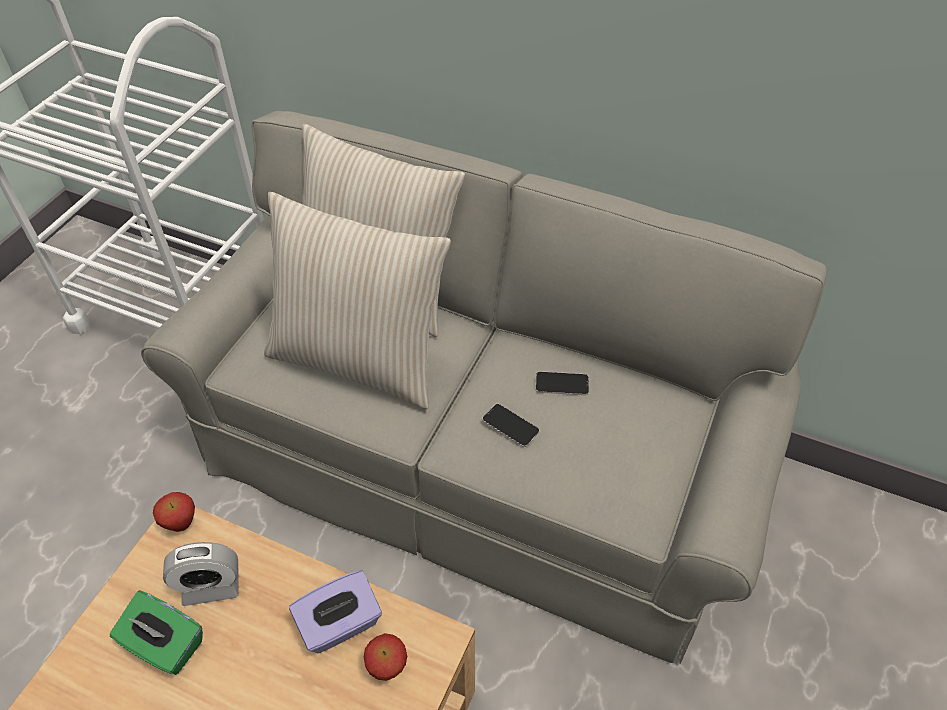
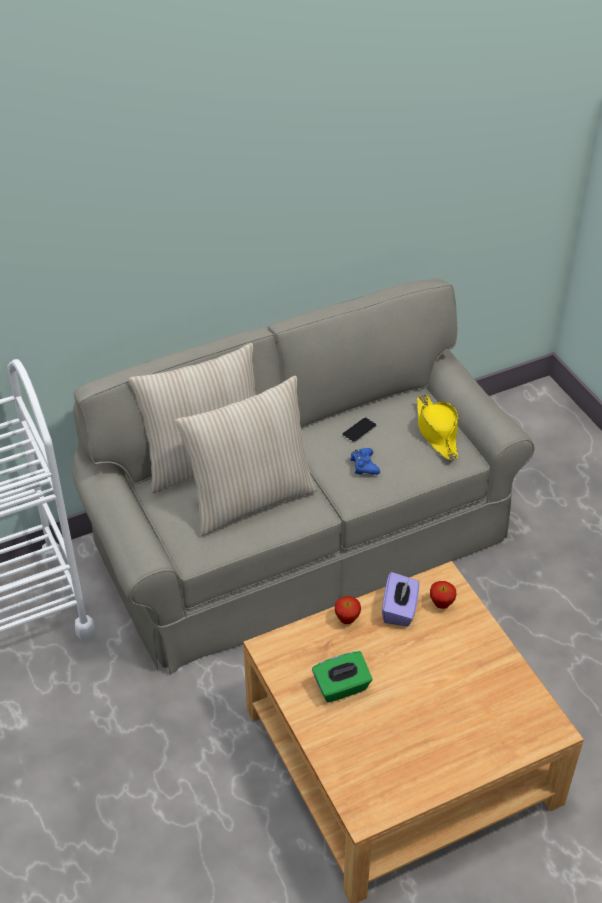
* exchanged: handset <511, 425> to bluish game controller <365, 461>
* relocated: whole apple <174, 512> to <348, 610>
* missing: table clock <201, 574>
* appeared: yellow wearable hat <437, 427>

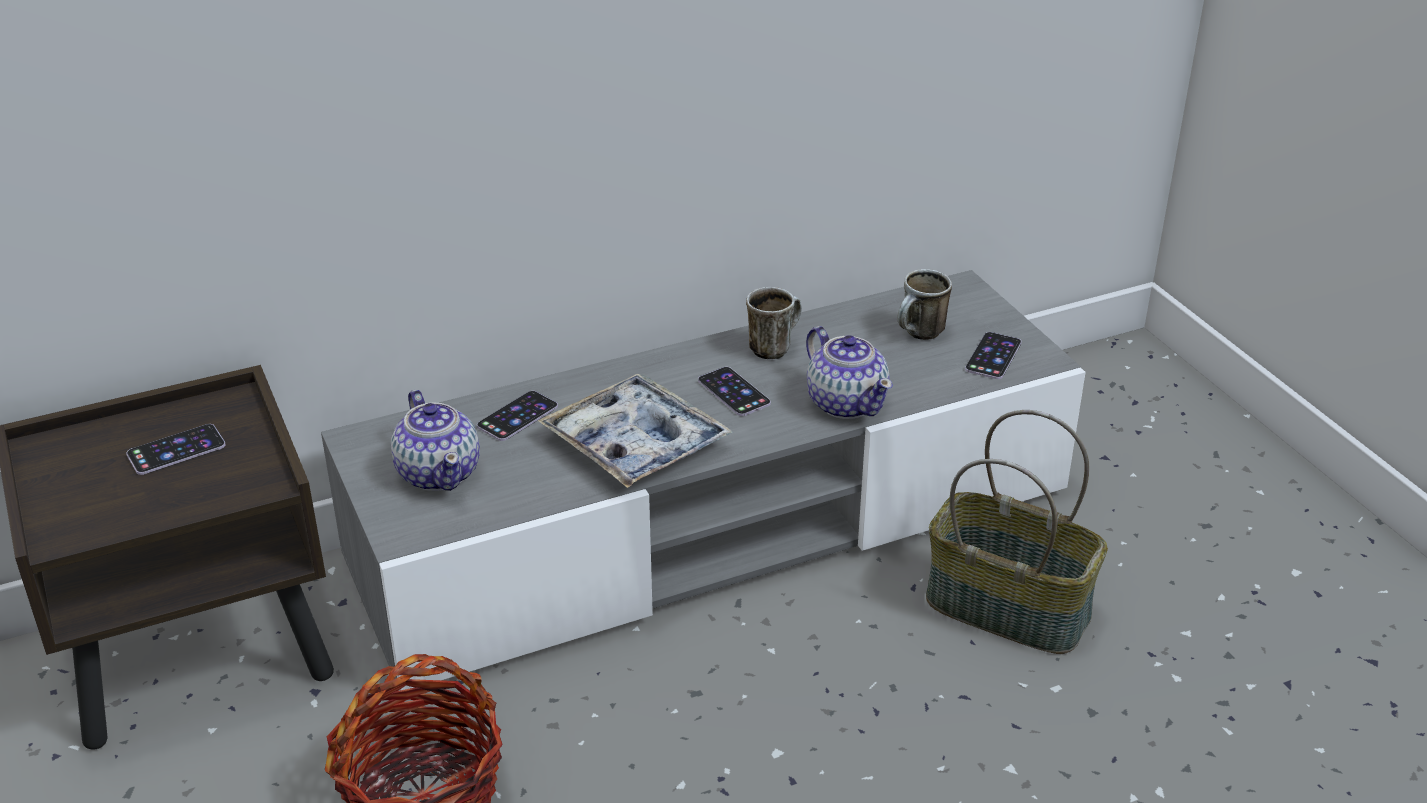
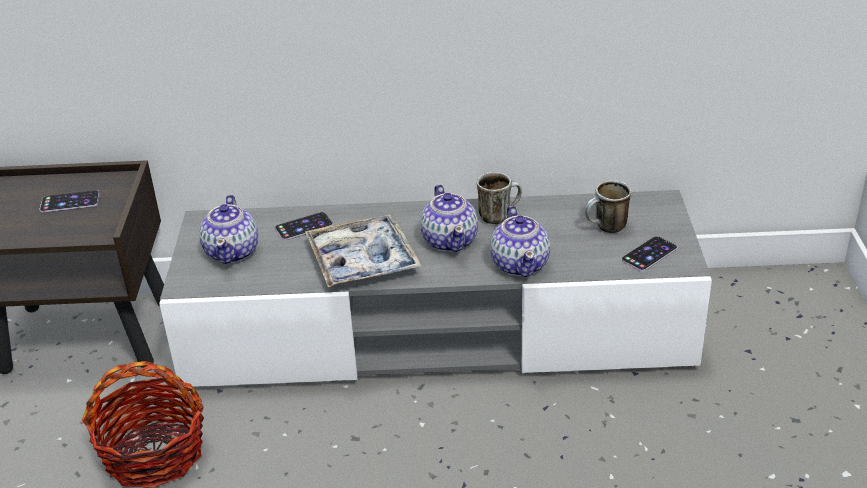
* exchanged: handset <734, 391> to tea pot <449, 218>
* missing: household basket <1017, 532>

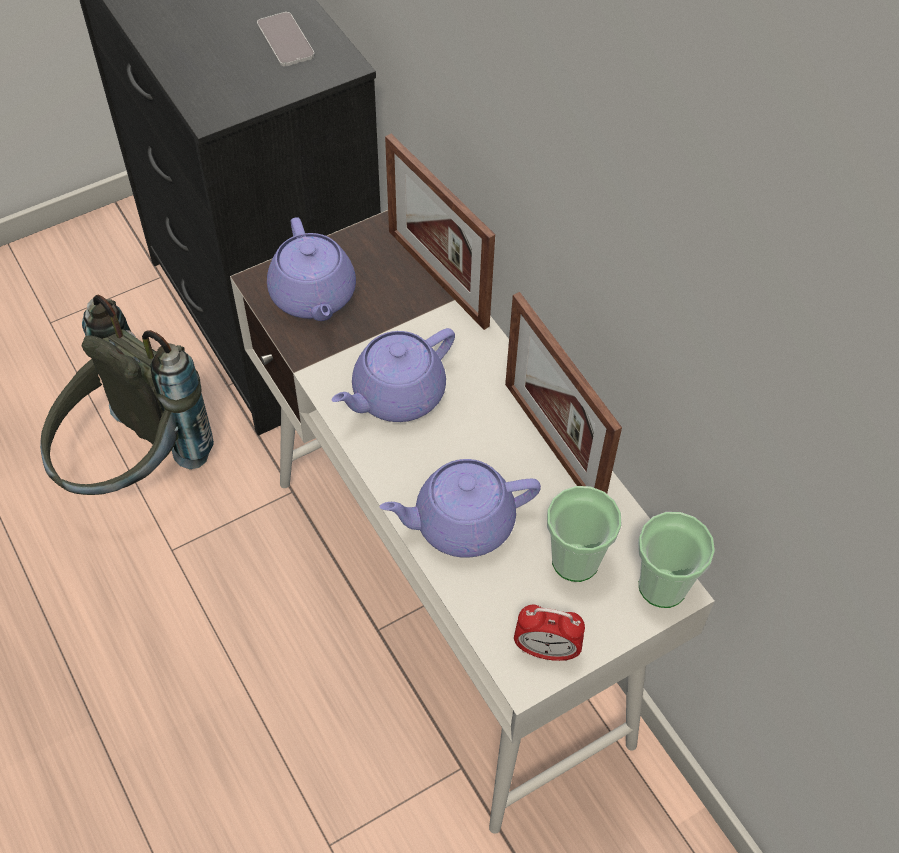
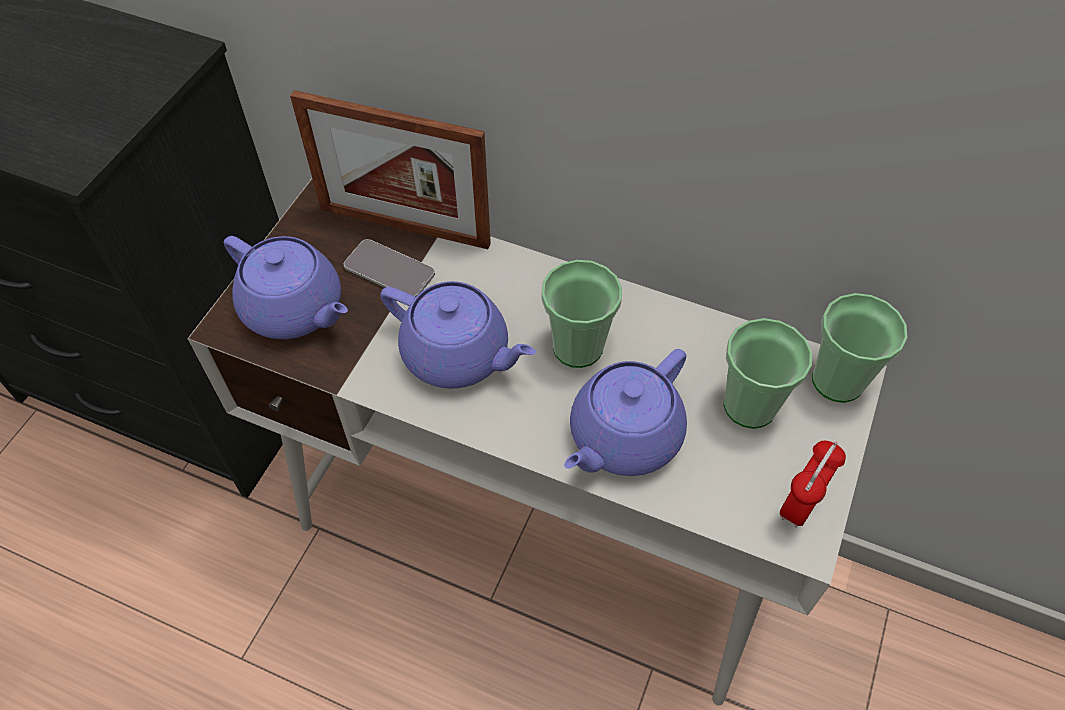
* relocated: handset <286, 39> to <389, 268>
* missing: picture frame <563, 393>
* missing: greyish knapsack <127, 395>
* spun: purple tea pot <393, 375> = <458, 335> 75 degrees counterclockwise
* spun: table clock <549, 632> = <813, 484> 150 degrees clockwise
* appeared: drinking cup <581, 314>

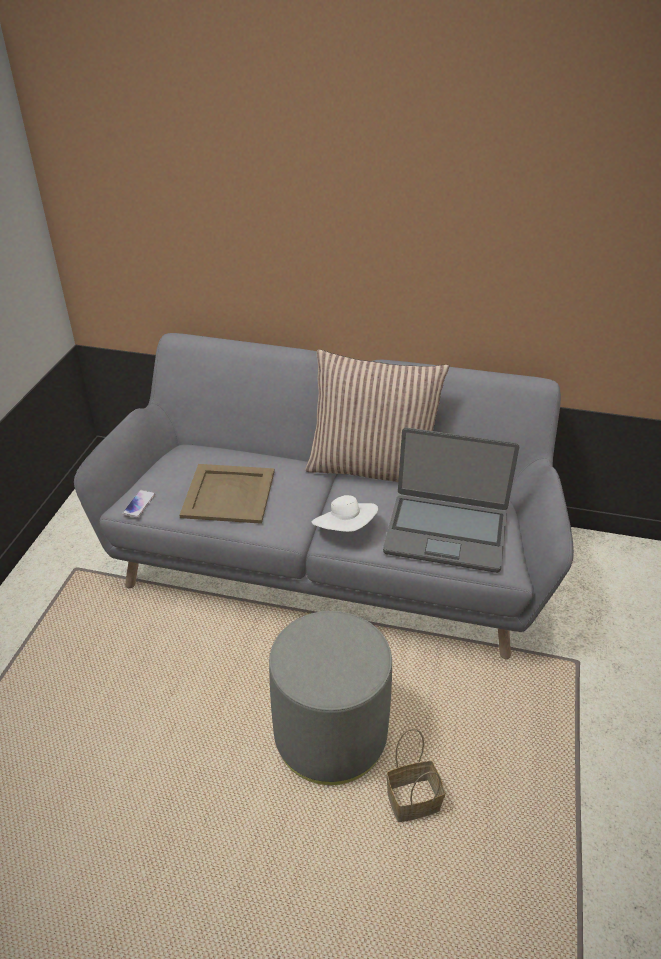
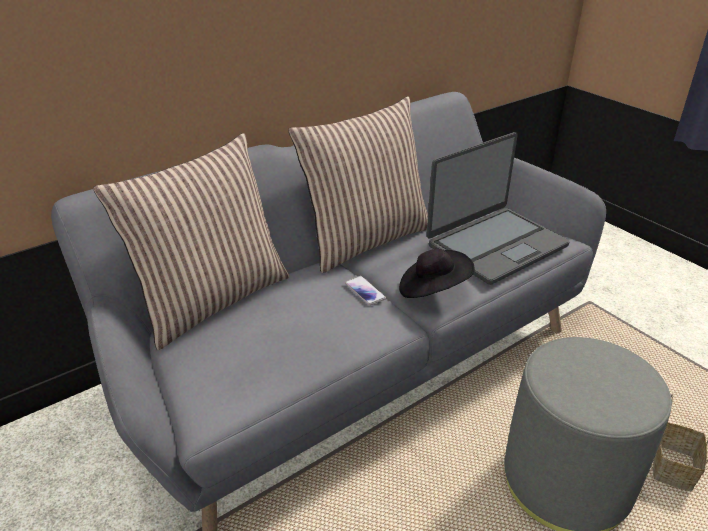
* missing: sand-coloured serving tray <227, 494>
* relocated: handset <138, 504> to <365, 290>
* colour: white wearable hat <345, 513> to black wearable hat <436, 273>
* appeared: cushion <191, 241>

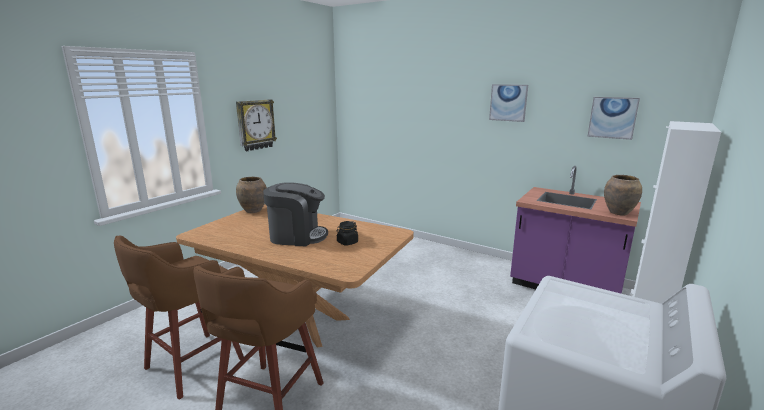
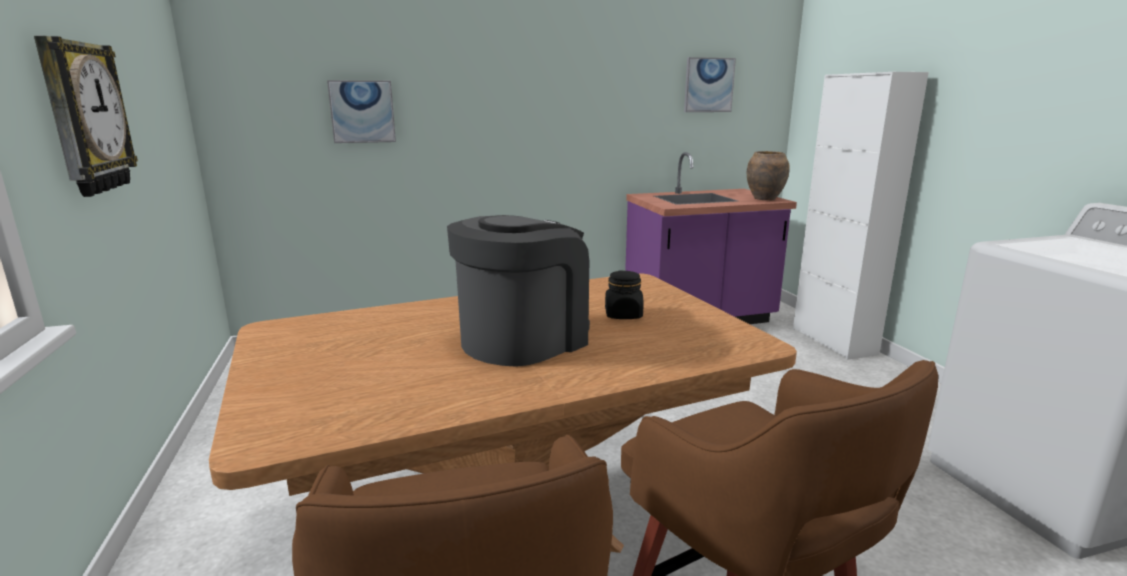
* relocated: picture <508, 103> to <361, 111>
* missing: brown-coloured flower vase <251, 195>

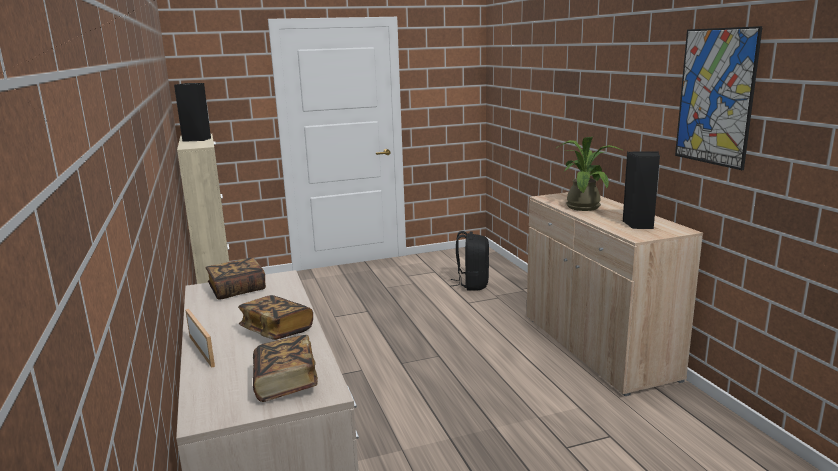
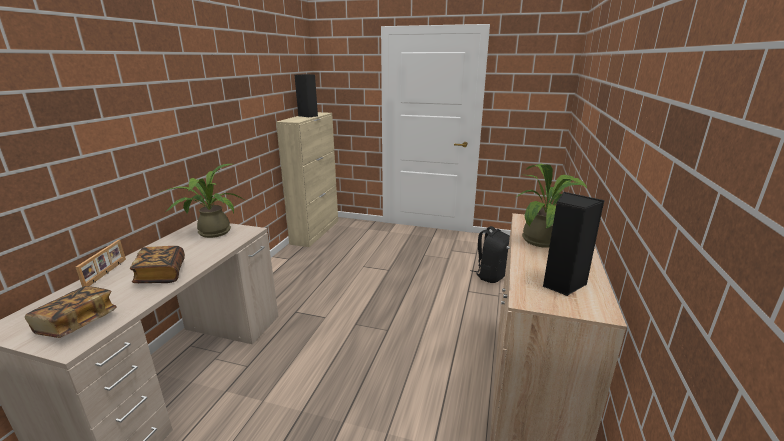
* missing: picture <719, 98>
* exchanged: volume <236, 279> to potted plant <202, 201>

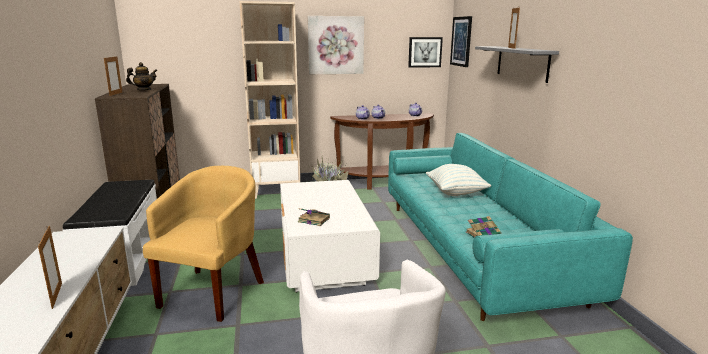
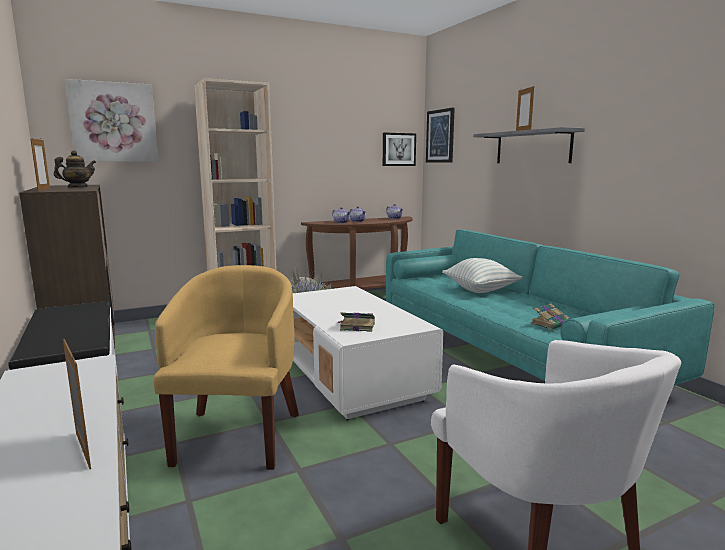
* relocated: picture <336, 45> to <112, 120>

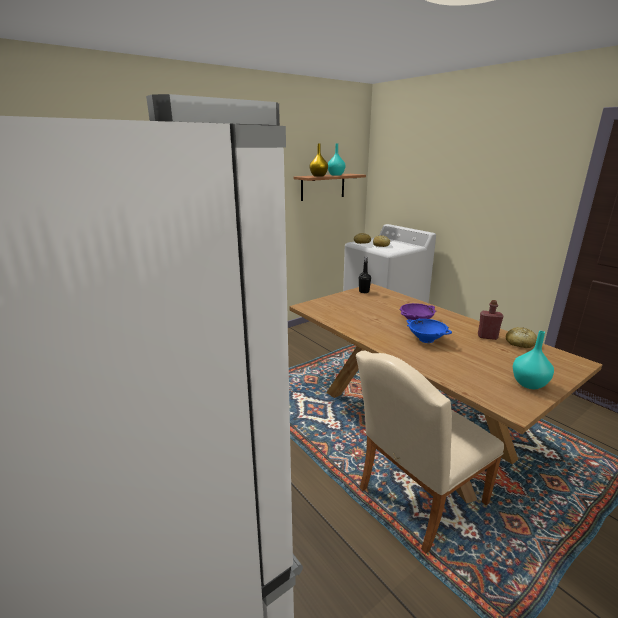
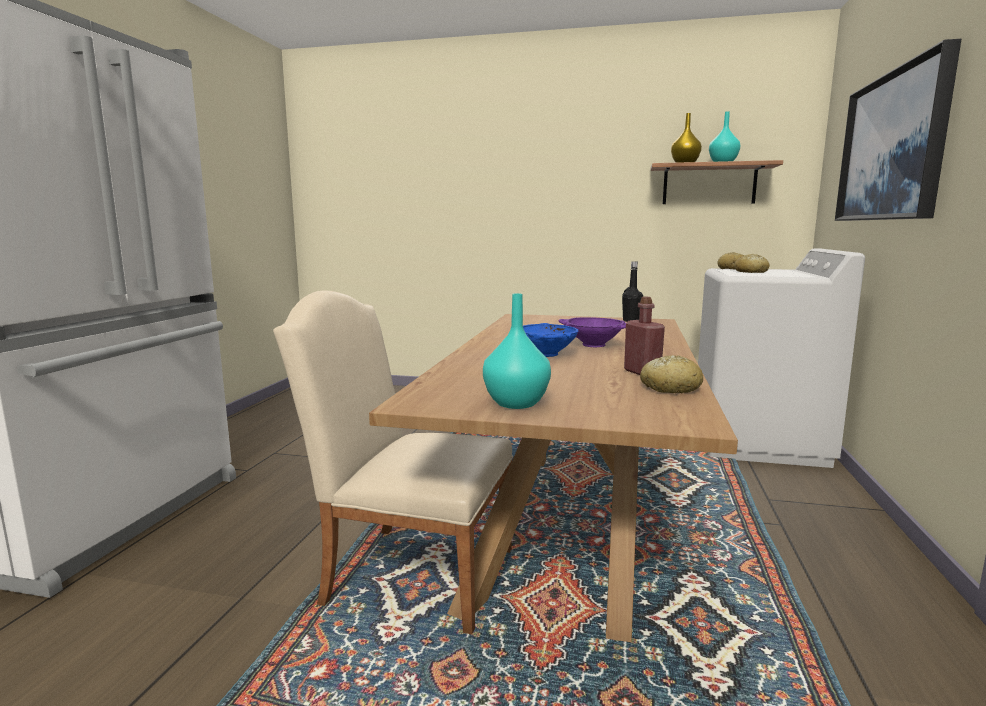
* appeared: picture <898, 130>

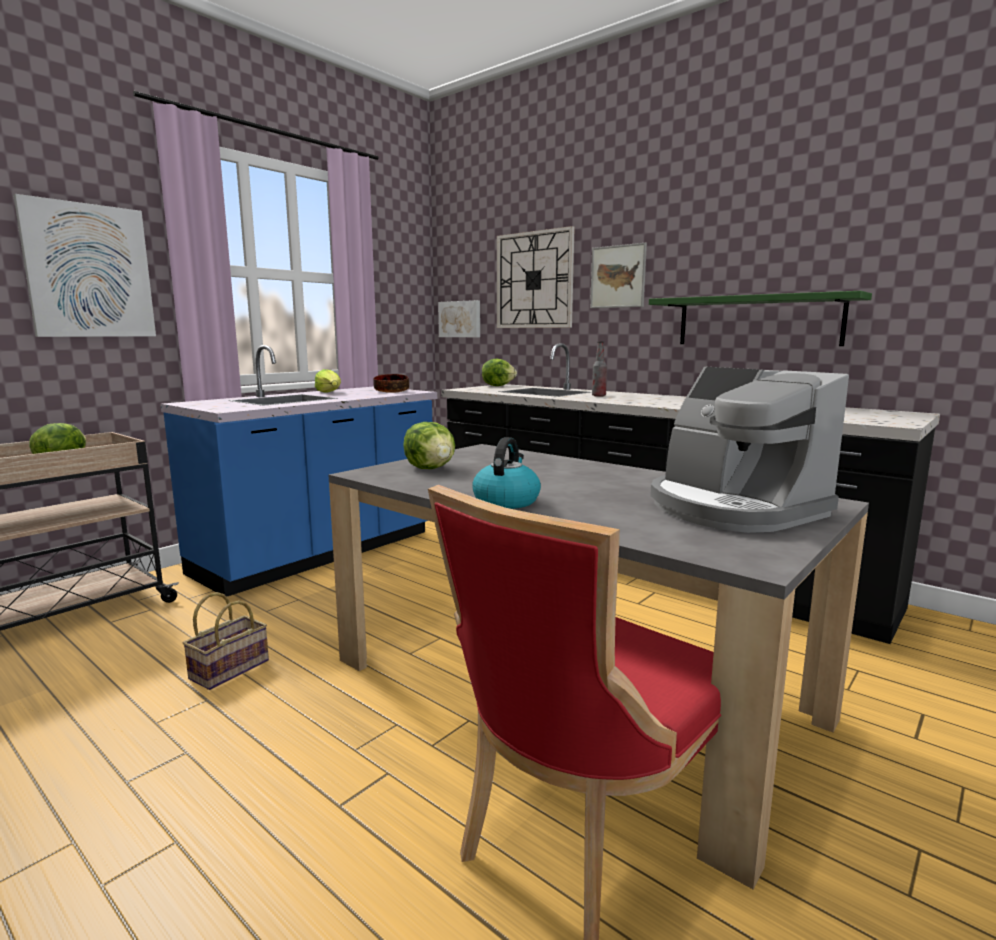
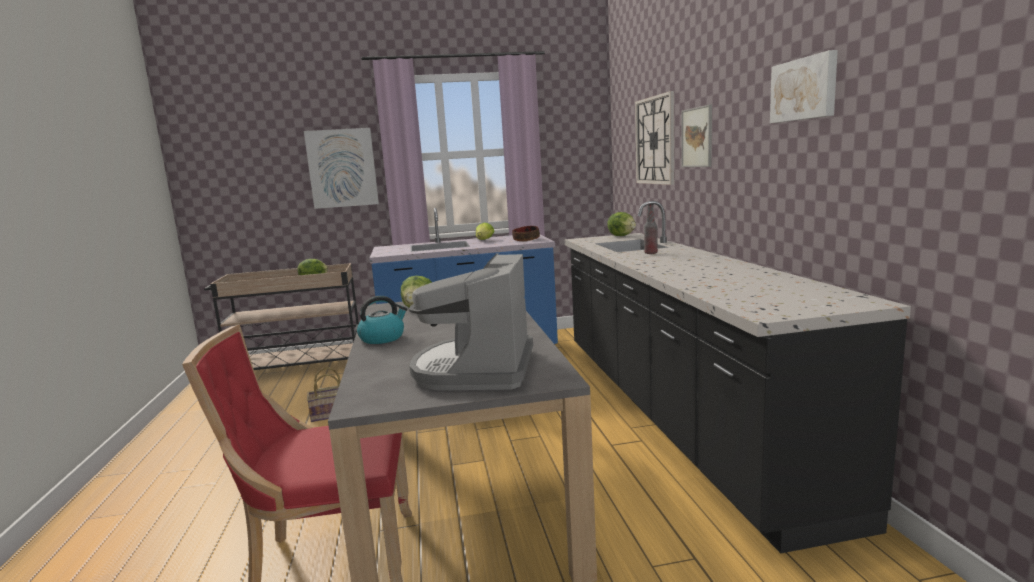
* missing: green-coloured wall shelf <760, 318>
* relocated: picture <459, 318> to <804, 86>

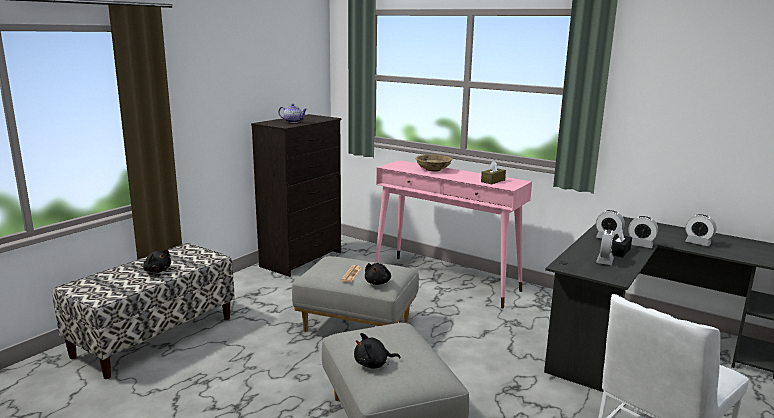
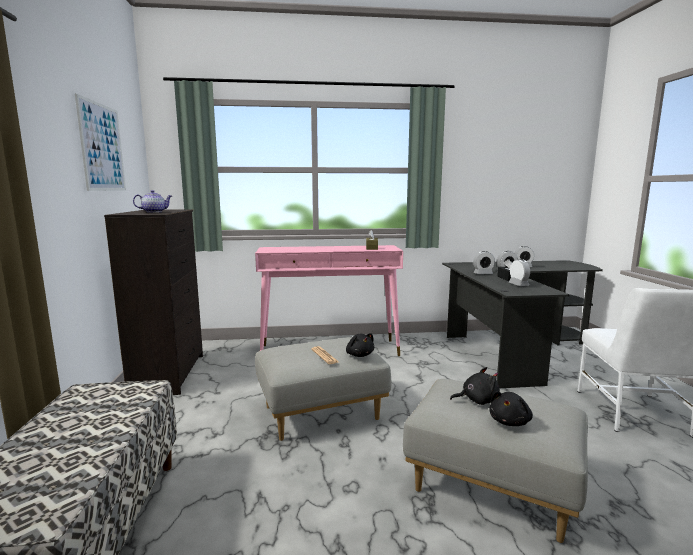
* missing: sand-coloured serving bowl <433, 163>
* relocated: black cuddly toy <157, 261> to <475, 386>
* appeared: picture <100, 142>

